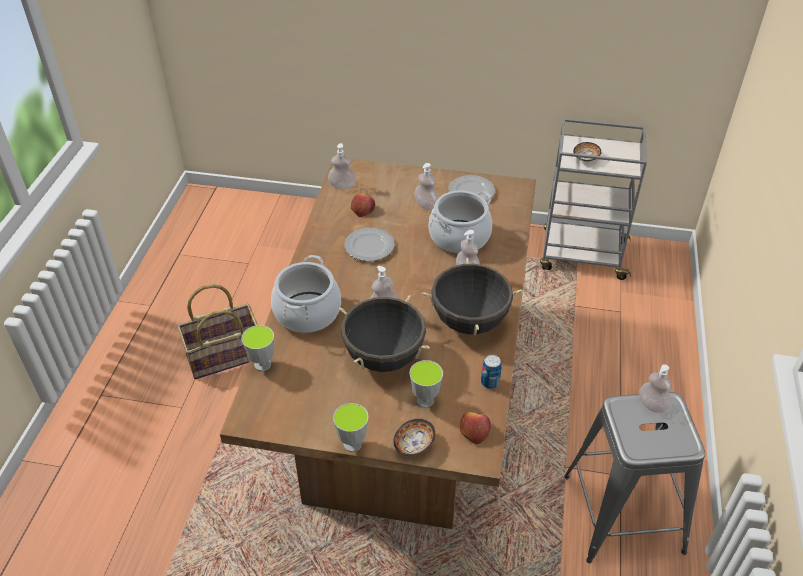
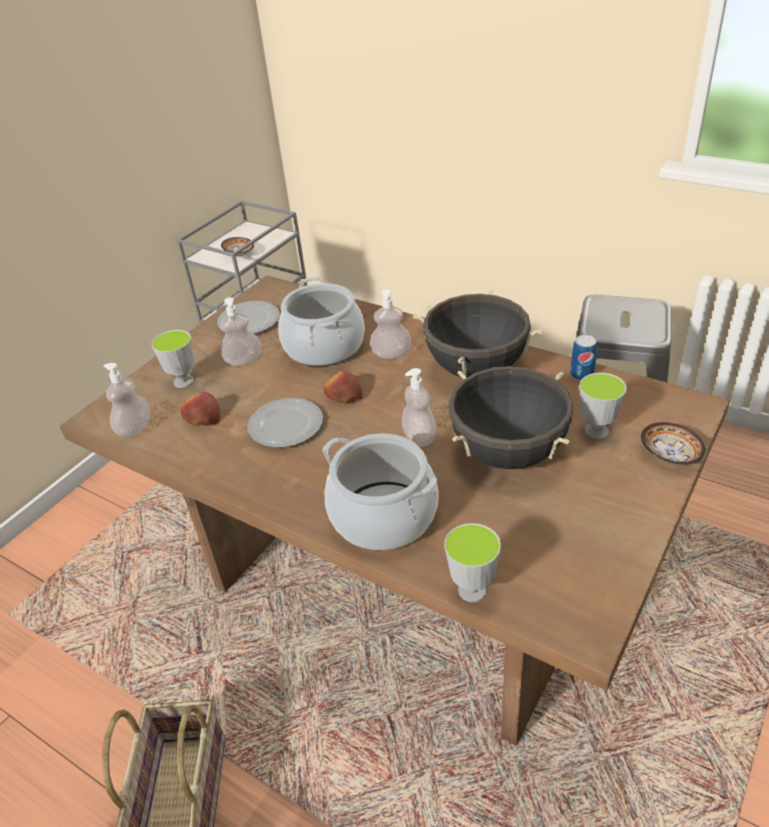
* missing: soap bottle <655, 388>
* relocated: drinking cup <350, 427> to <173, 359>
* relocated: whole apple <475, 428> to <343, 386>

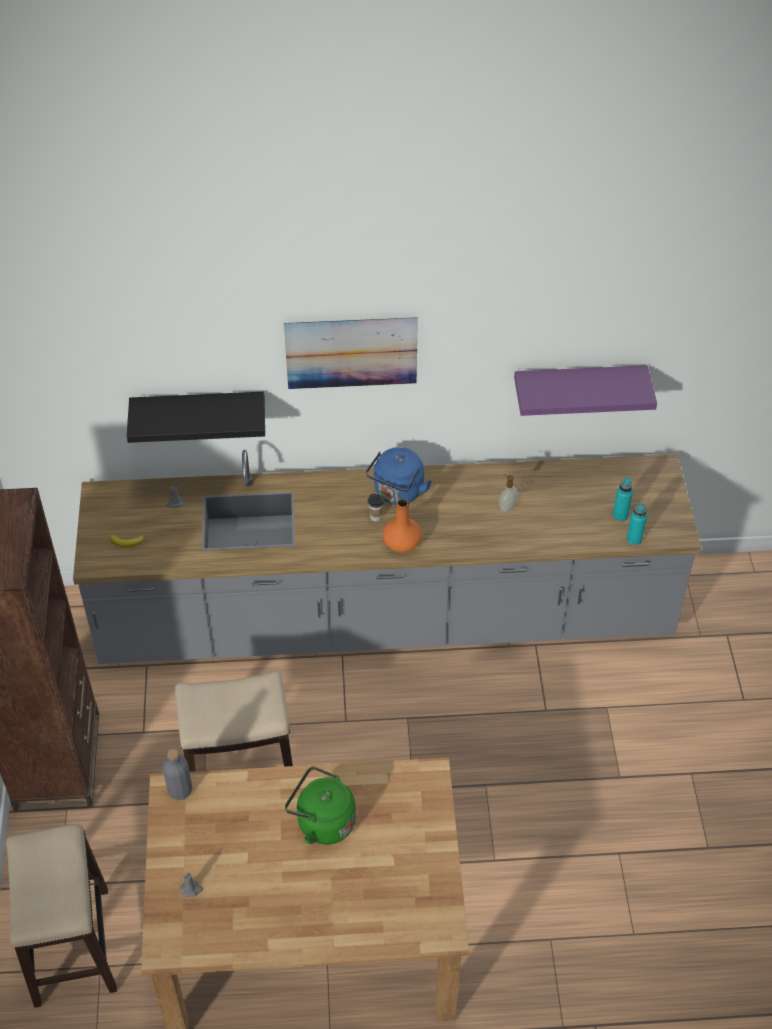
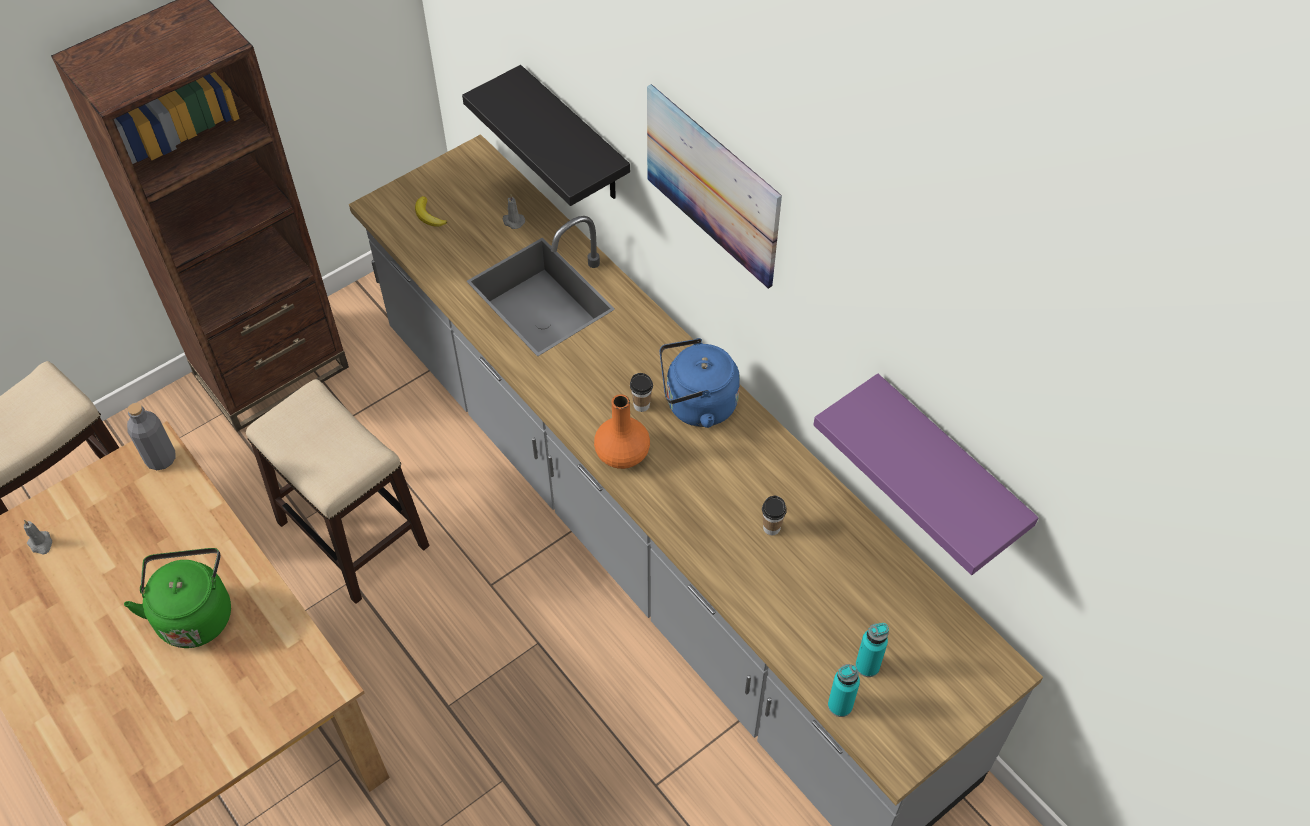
* exchanged: soap bottle <508, 493> to drinking cup <774, 515>

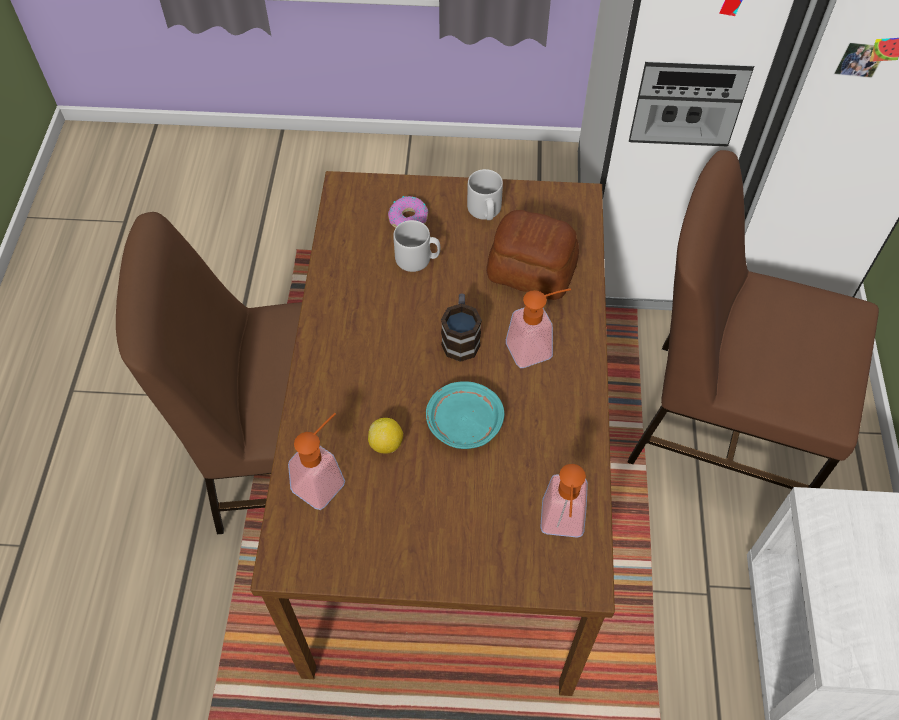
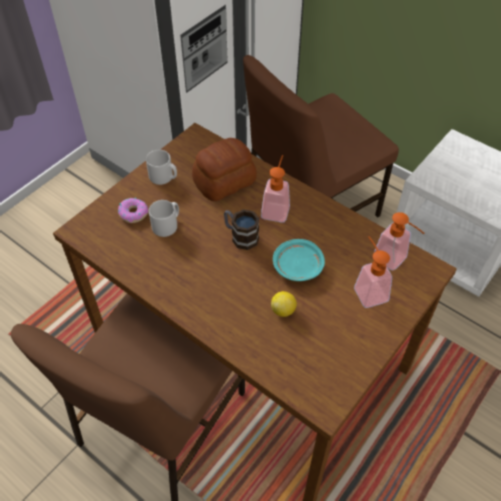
* relocated: soap bottle <316, 461> to <373, 272>

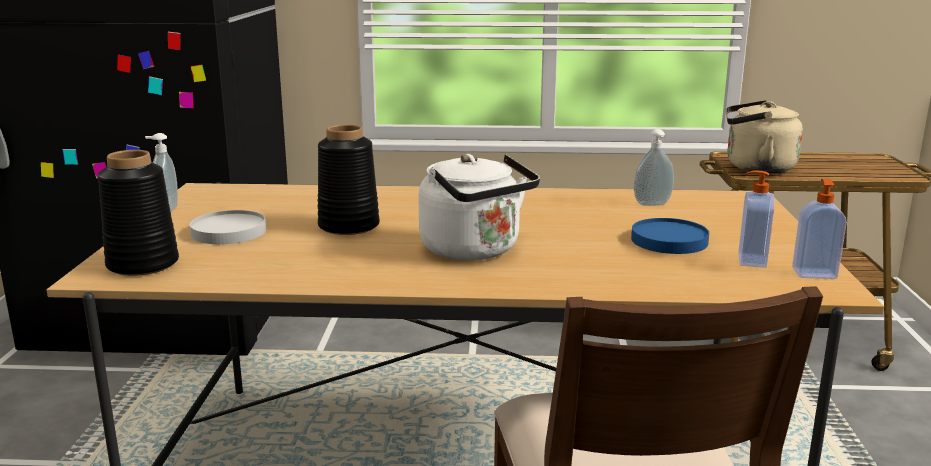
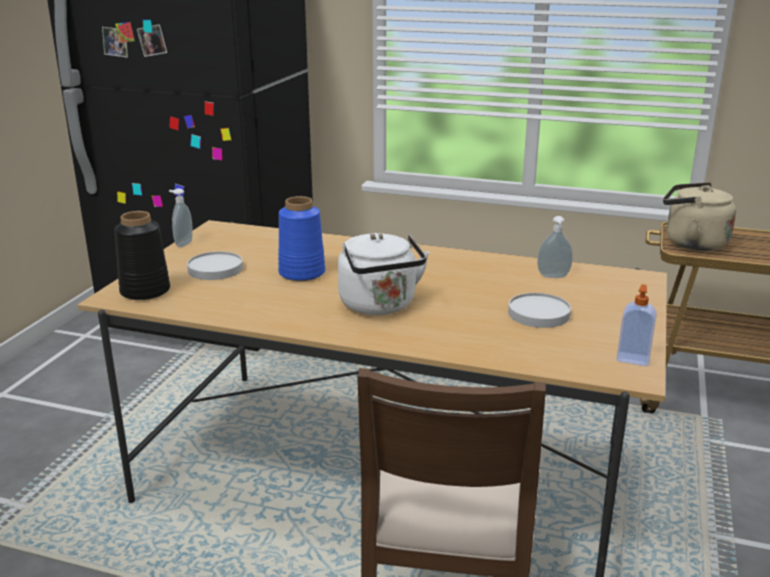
* colour: black flower vase <349, 179> to bluish flower vase <301, 238>
* missing: soap bottle <756, 219>
* colour: bluish dinner plate <670, 236> to white dinner plate <539, 310>

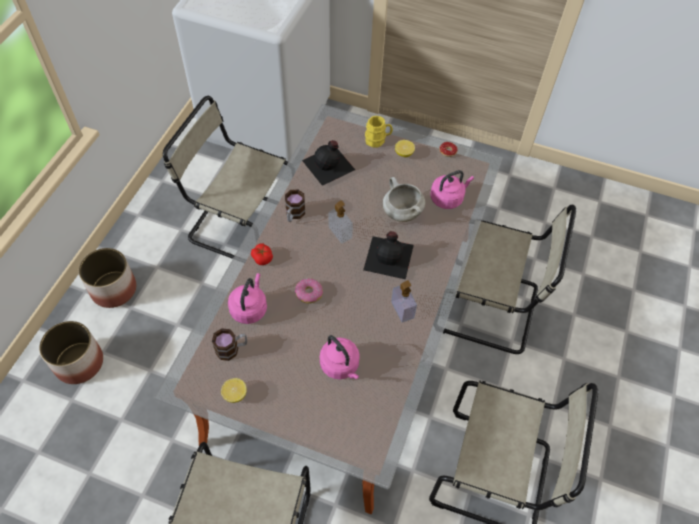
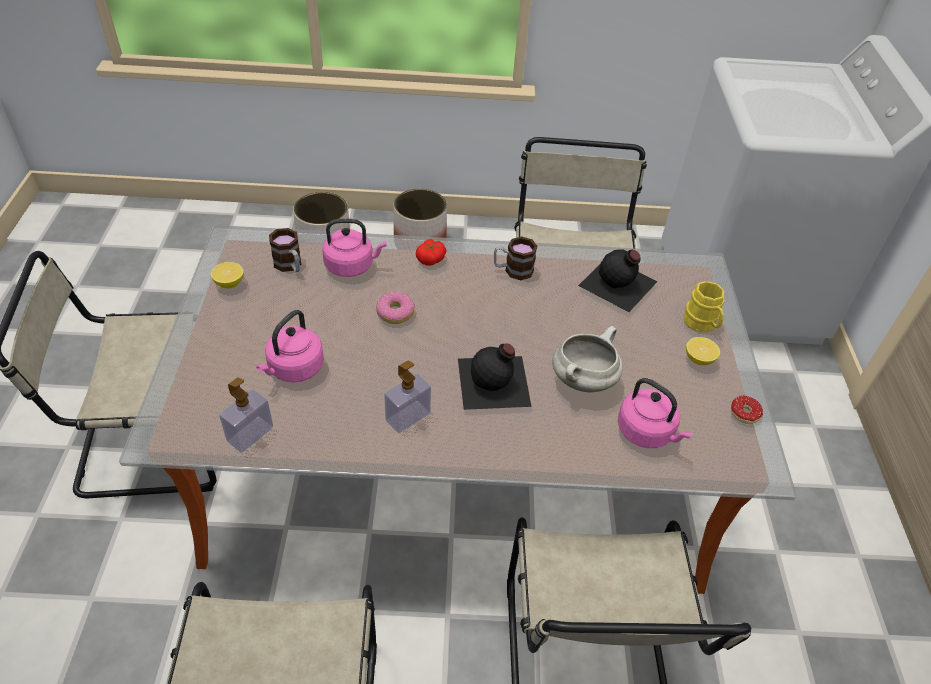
* relocated: soap bottle <340, 221> to <246, 415>

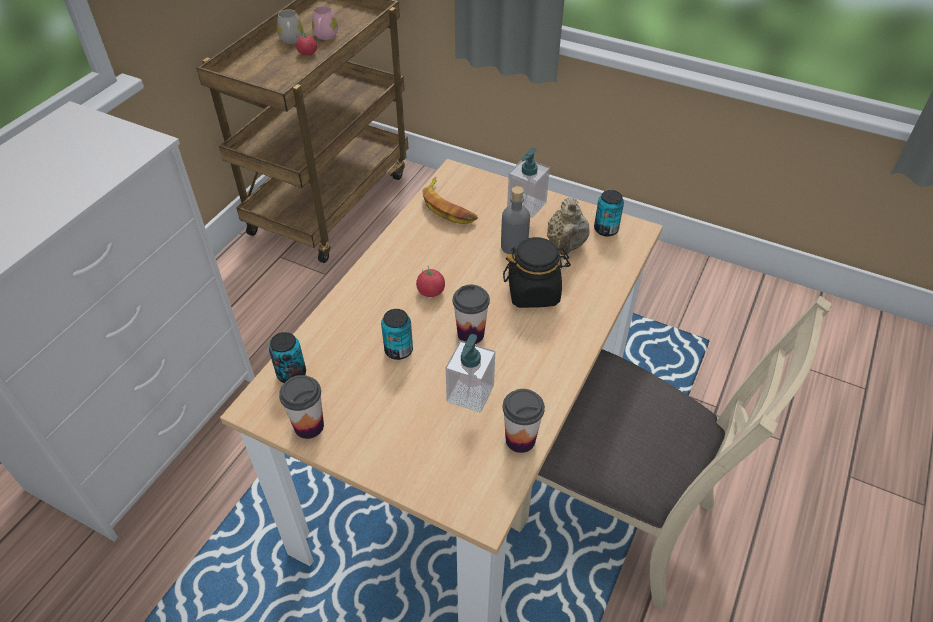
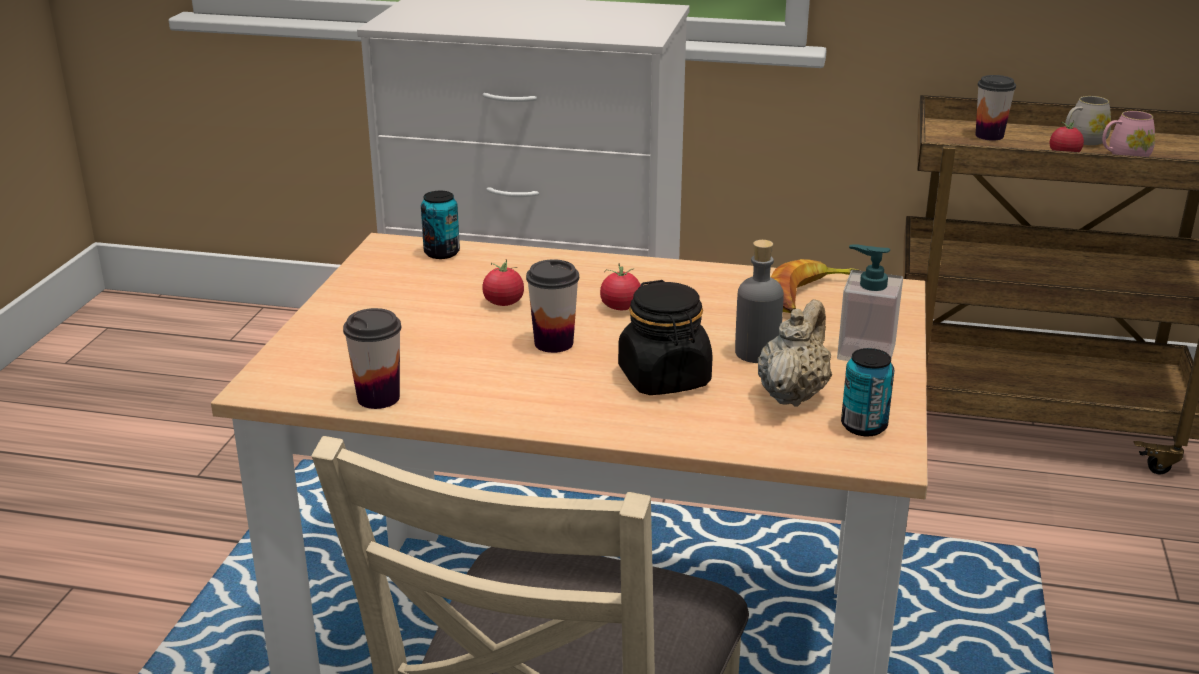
* spun: sand-coloured tea pot <568, 226> = <795, 353> 120 degrees clockwise
* exchanged: can <397, 334> to whole tomato <503, 283>
* missing: soap bottle <470, 373>
* relocated: drinking cup <301, 407> to <996, 108>

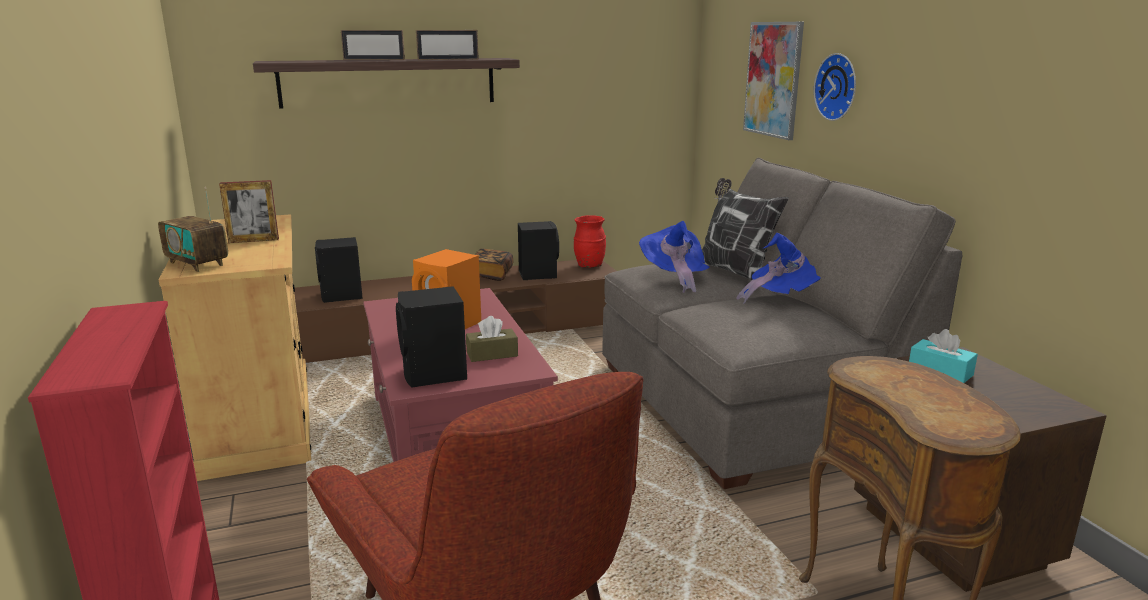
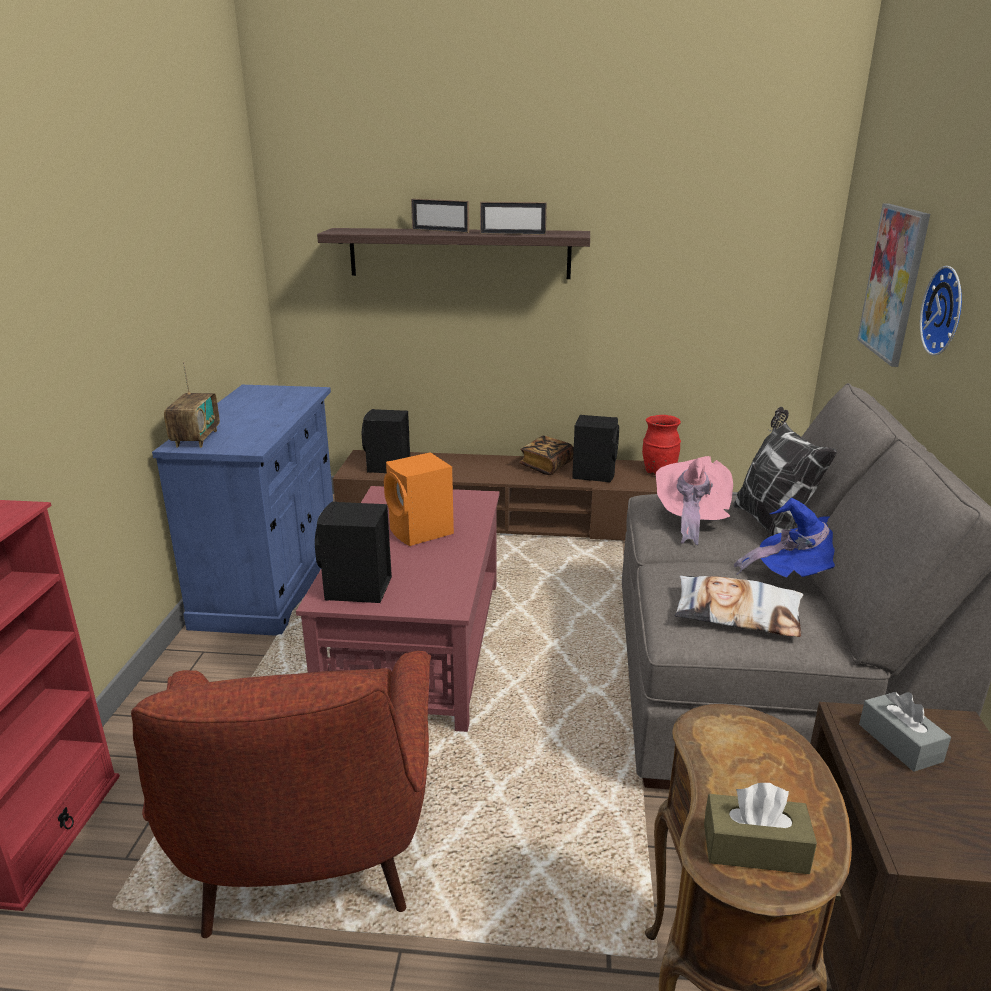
* missing: picture frame <249, 211>
* spun: radio set <193, 229> = <192, 405> 150 degrees counterclockwise
* colour: sand-coloured cabinet <235, 347> to bluish cabinet <242, 510>
* colour: bluish wearable hat <674, 257> to pink-coloured wearable hat <694, 500>
* relocated: brown-coloured tissue box <492, 339> to <760, 828>
* colour: blue-green tissue box <943, 356> to greyish tissue box <905, 732>
* appeared: cushion <739, 606>

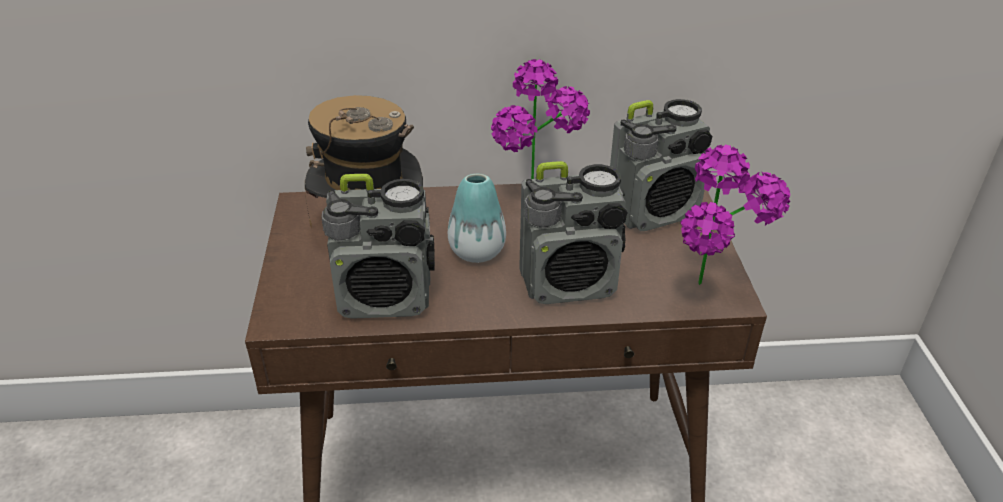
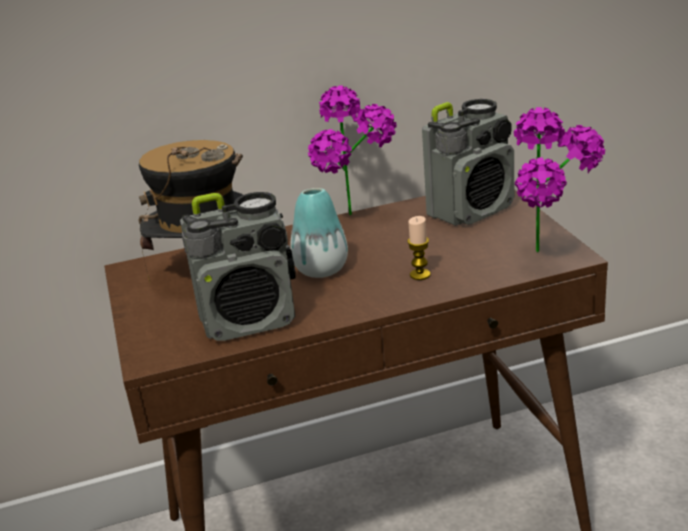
* exchanged: radio set <573, 232> to wax light <419, 248>

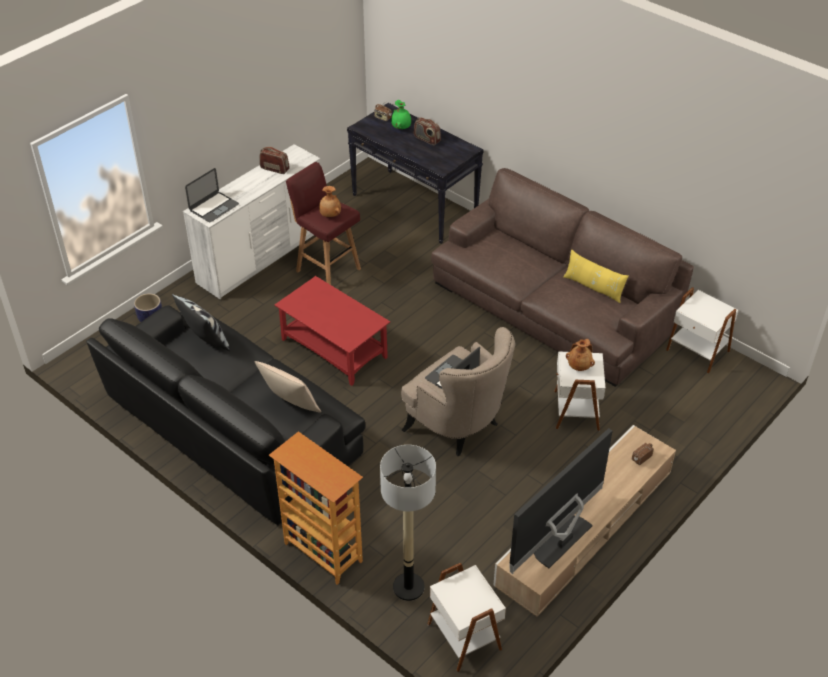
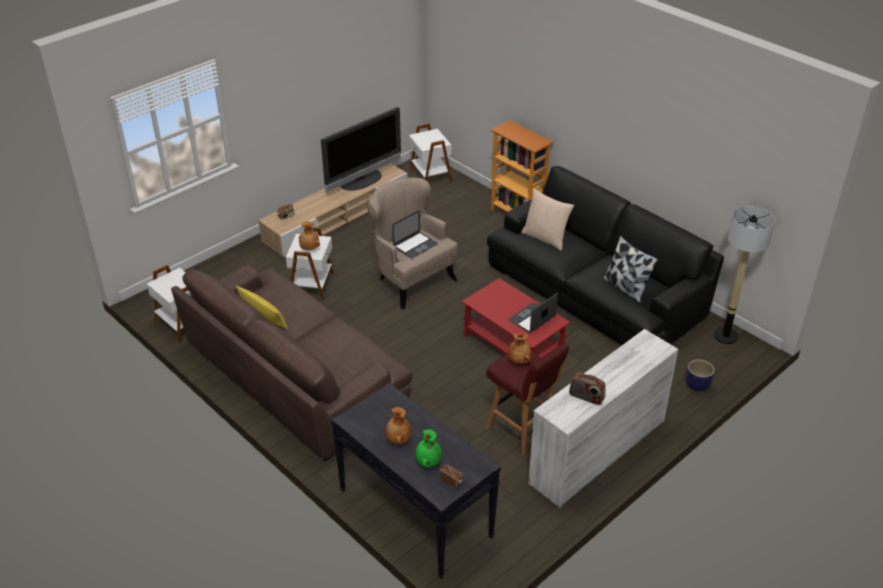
* exchanged: radio set <427, 131> to brown-coloured flower vase <398, 425>
* relocated: notebook computer <212, 195> to <533, 313>
* relocated: standard lamp <408, 523> to <744, 275>

